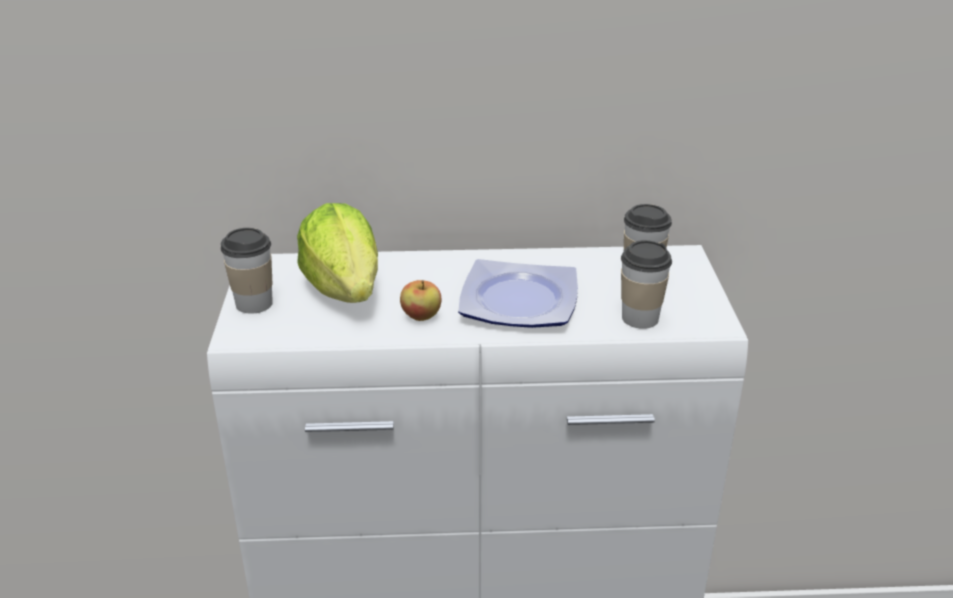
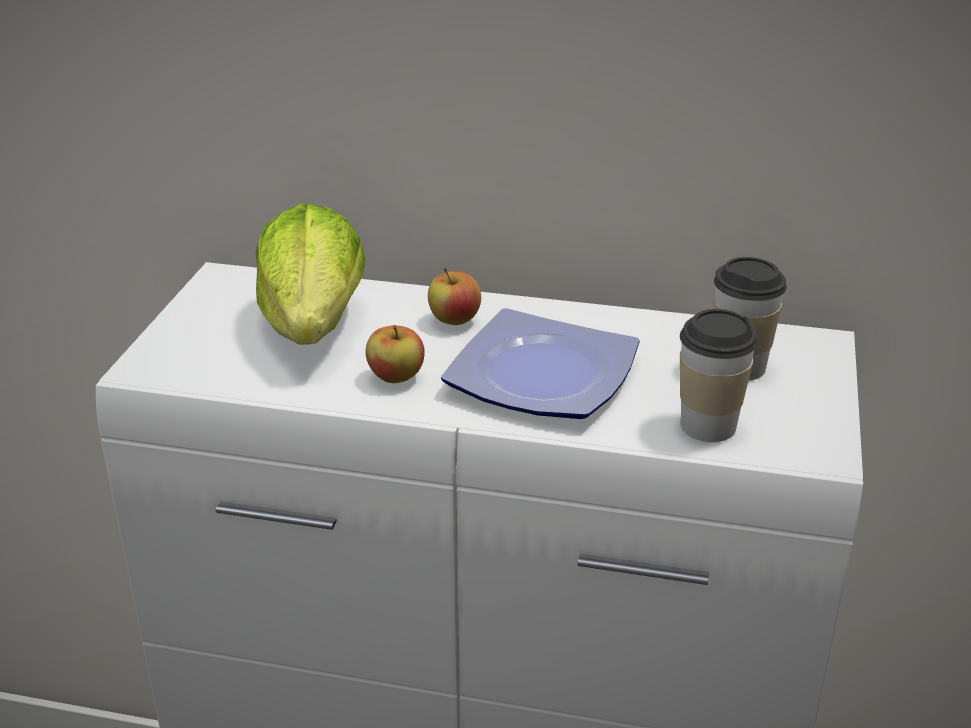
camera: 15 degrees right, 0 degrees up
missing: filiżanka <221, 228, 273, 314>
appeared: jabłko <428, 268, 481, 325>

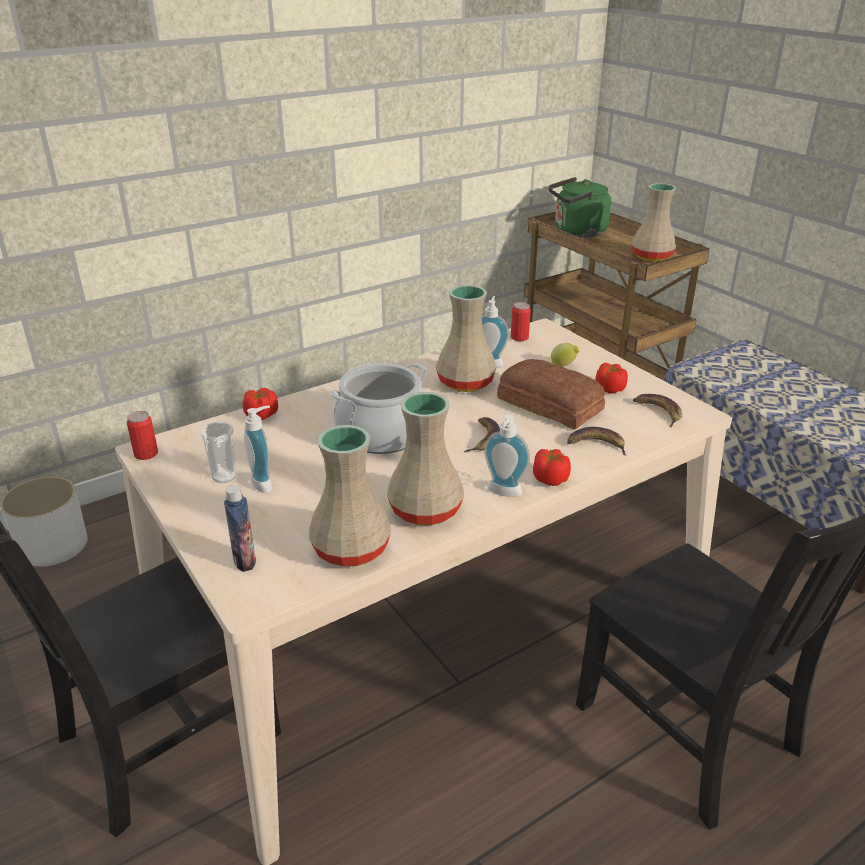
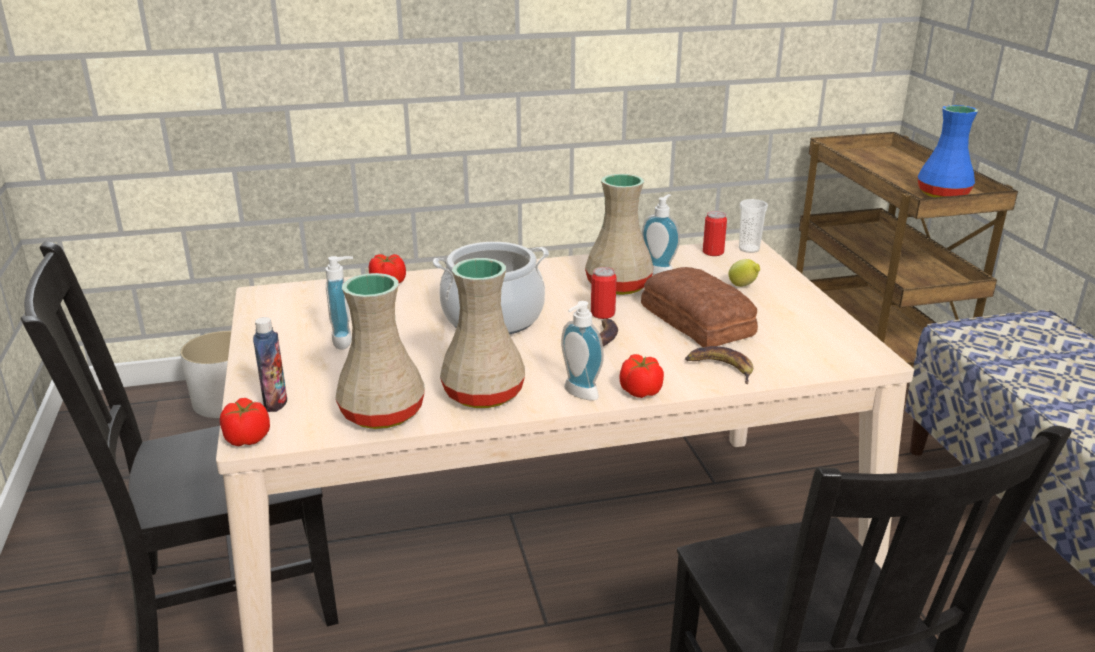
camera: 20 degrees right, 5 degrees down
missing: czajnik (zielony) <548, 177, 611, 238>; banan <633, 394, 682, 428>
relocated: puszka <127, 411, 158, 460> to <591, 267, 617, 319>; filiżanka <200, 422, 236, 483> to <739, 199, 768, 253>; pomidor <595, 363, 628, 394> to <220, 398, 270, 446>
colour: wazon (beżowy) <632, 183, 676, 261> to wazon (niebieski) <918, 105, 978, 198>

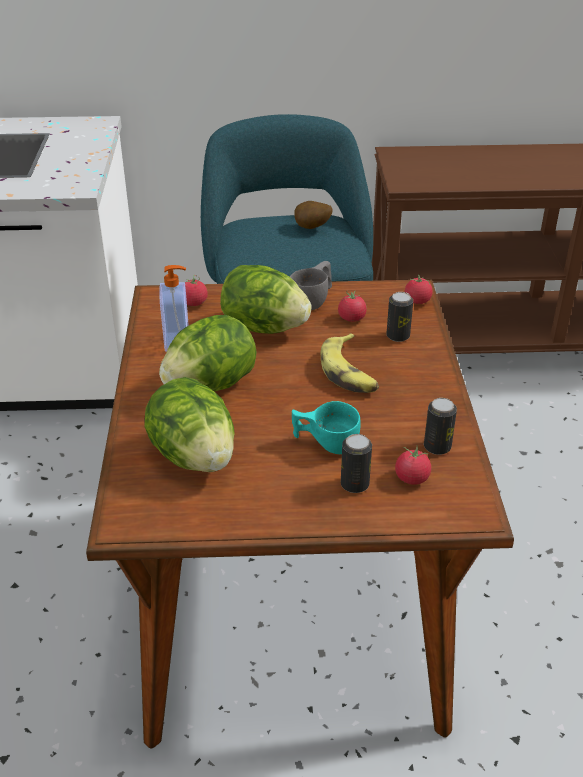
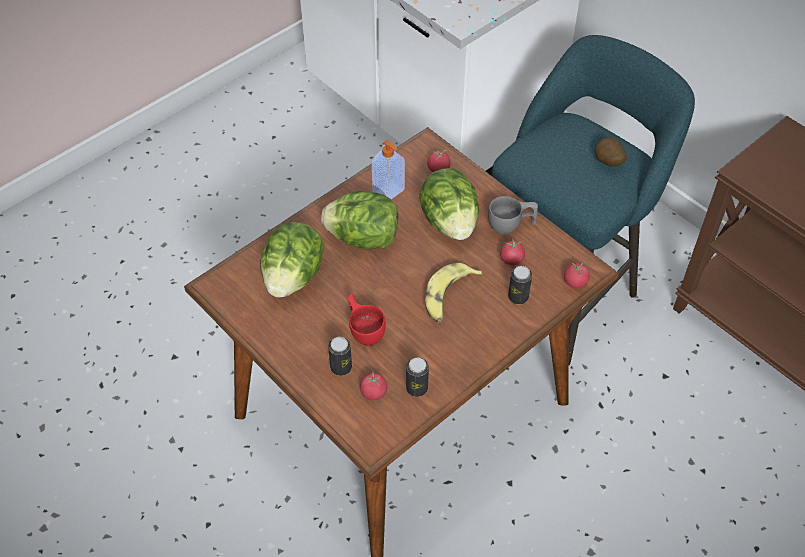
camera: 50 degrees right, 15 degrees up
colour: filiżanka (turkusowy) <292, 401, 361, 454> to filiżanka (czerwony) <348, 294, 386, 346>

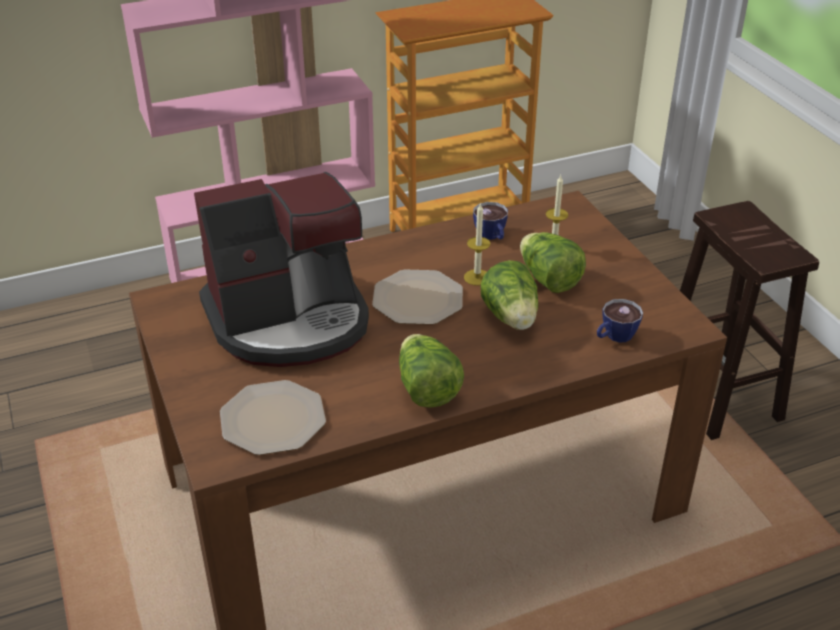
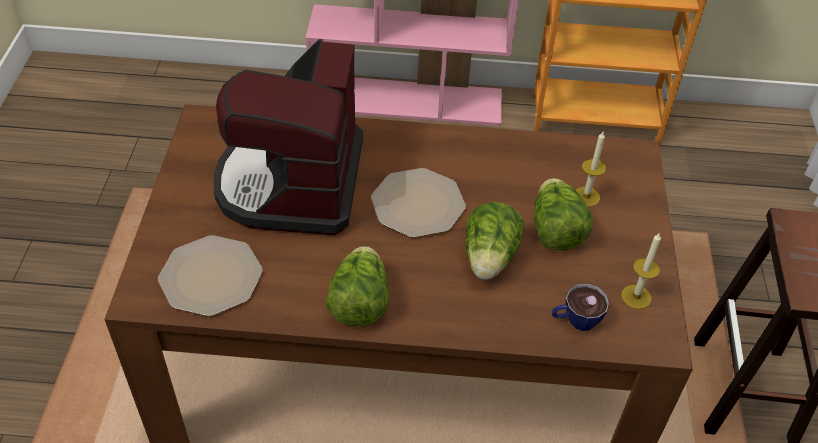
camera: 25 degrees right, 10 degrees up
missing: filiżanka <473, 202, 508, 240>
relocated: świeca <464, 203, 490, 286> to <621, 232, 661, 309>
spun: ekspres do kawy <194, 172, 369, 367> = <214, 39, 363, 235> 90 degrees clockwise

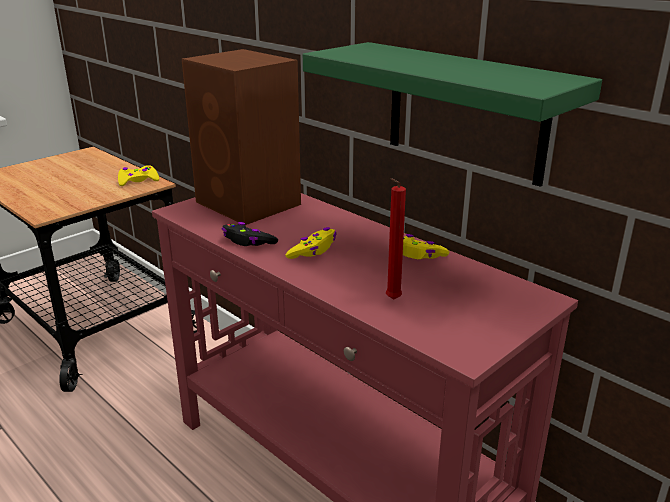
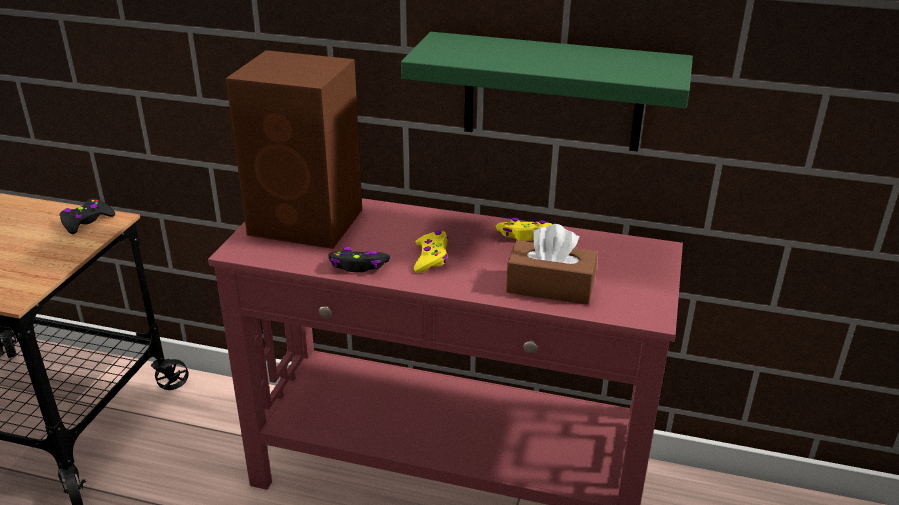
camera: 30 degrees left, 5 degrees up
exchanged: świeca (czerwony) <386, 178, 406, 299> to pudełko chusteczek (brązowy) <506, 224, 597, 305>
colour: pad do gier (żółty) <118, 165, 159, 186> to pad do gier (czarny) <59, 198, 115, 234>

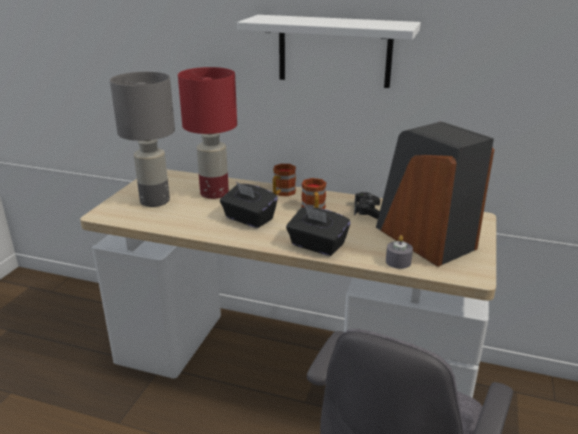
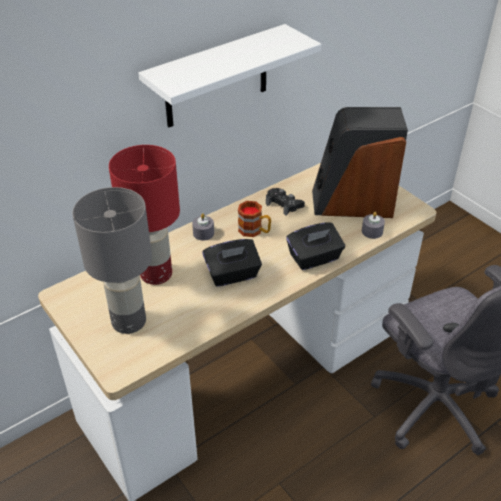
camera: 55 degrees left, 15 degrees up
exchanged: kubek <273, 164, 296, 196> to świeca (szary) <192, 213, 214, 241>

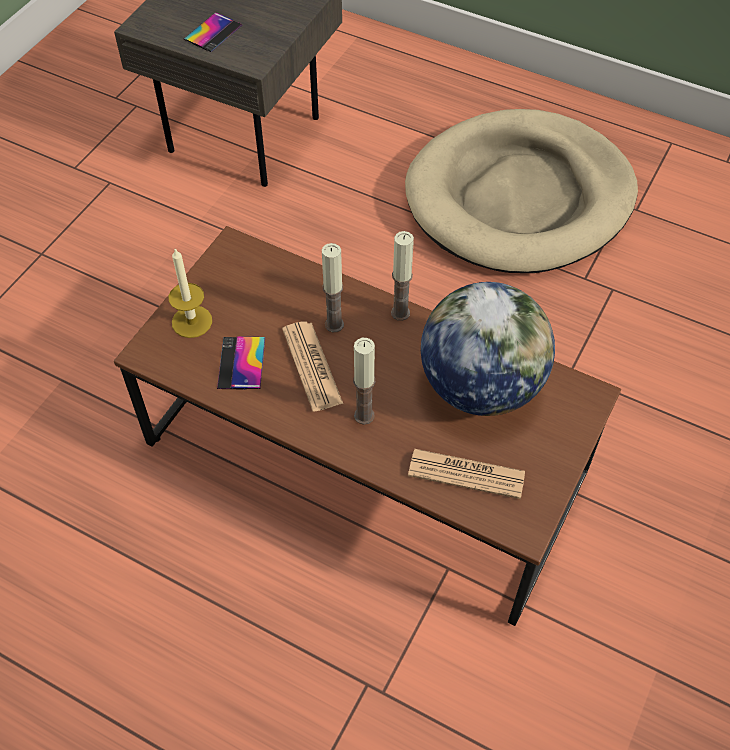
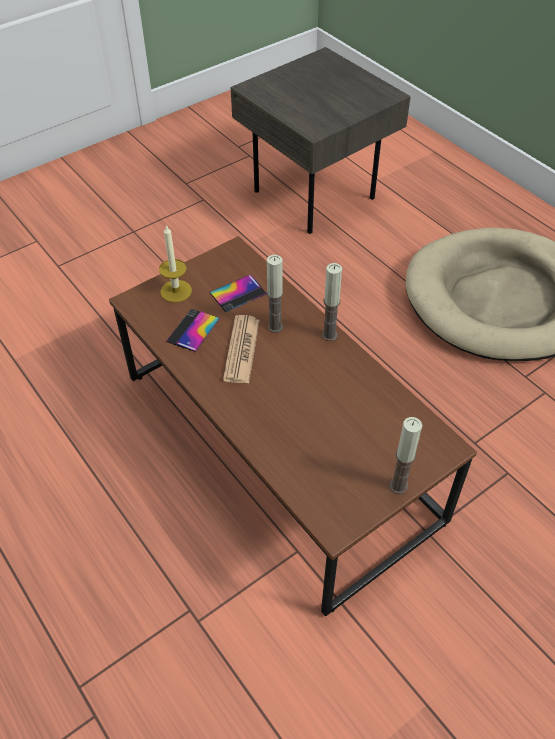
camera: 25 degrees right, 5 degrees down
missing: gazeta <408, 449, 525, 499>; globus <421, 282, 555, 416>
relocated: telefon <184, 12, 242, 52> to <210, 274, 267, 312>; świeca <353, 338, 375, 425> to <390, 417, 422, 494>

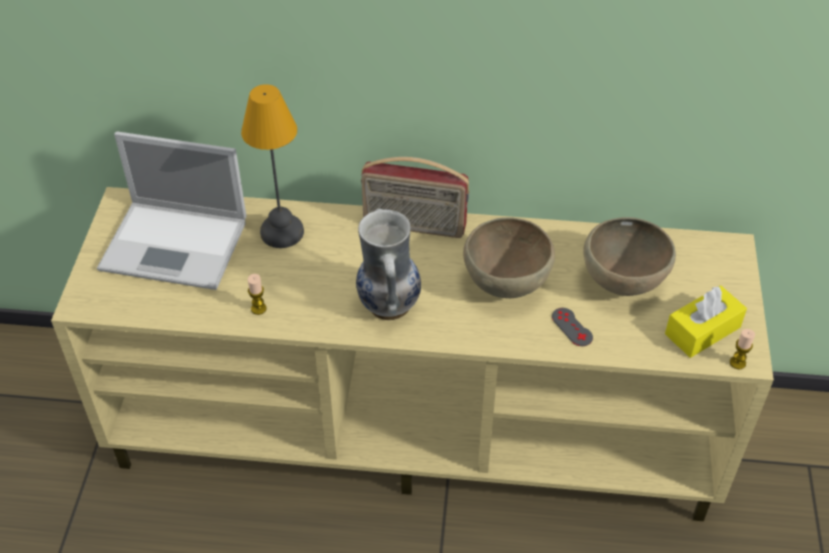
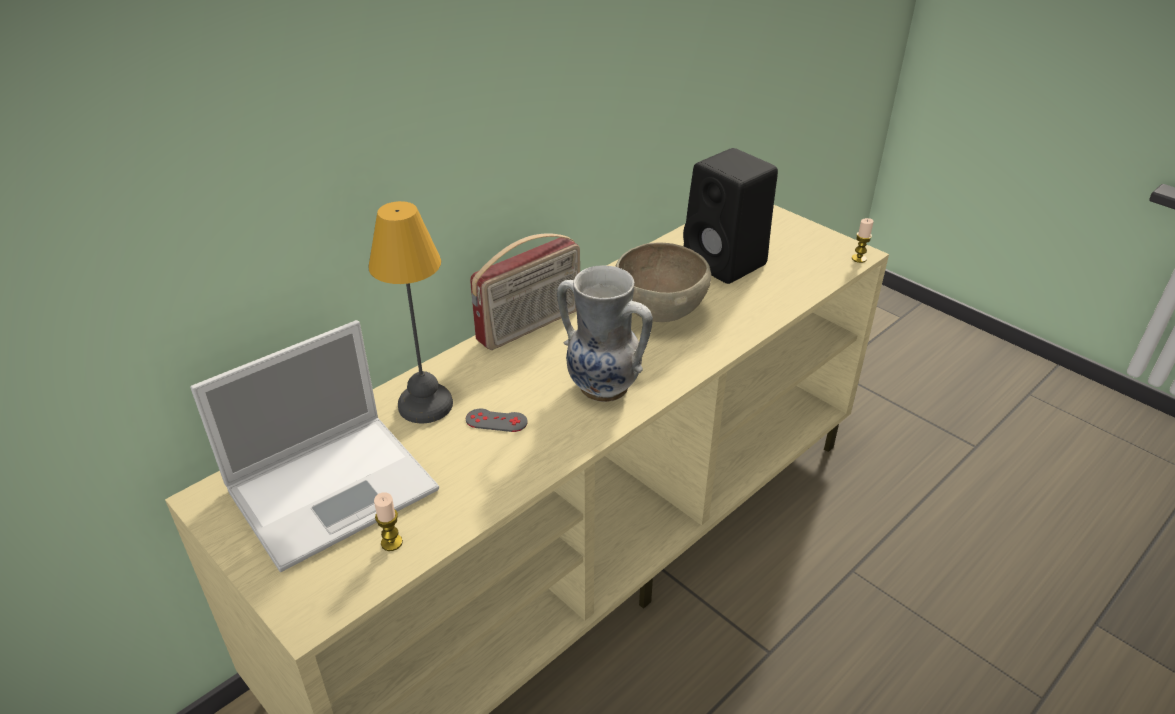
camera: 50 degrees left, 10 degrees down
missing: pudełko chusteczek (żółty) <665, 285, 747, 358>
relocated: świeca <248, 274, 267, 315> to <374, 492, 403, 551>; pad do gier (szary) <552, 308, 593, 346> to <466, 409, 528, 432>
exchanged: miska (brązowy) <583, 217, 676, 296> to głośnik (czarny) <683, 148, 778, 284>

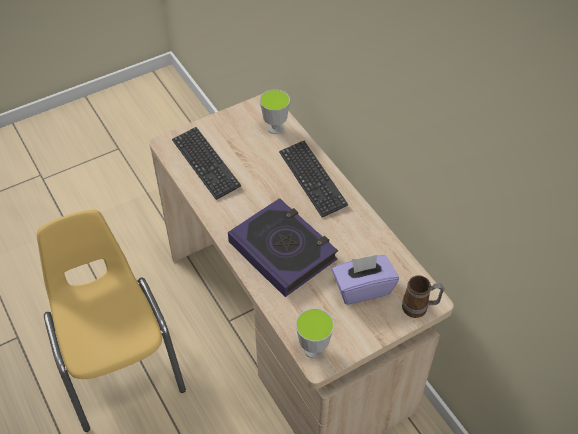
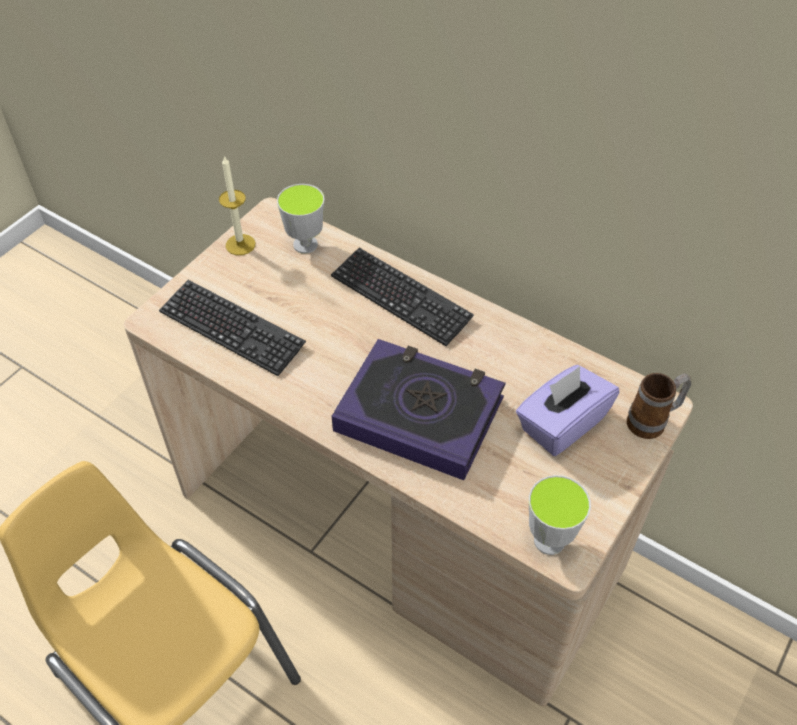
camera: 25 degrees left, 0 degrees up
appeared: świeca <219, 155, 255, 255>

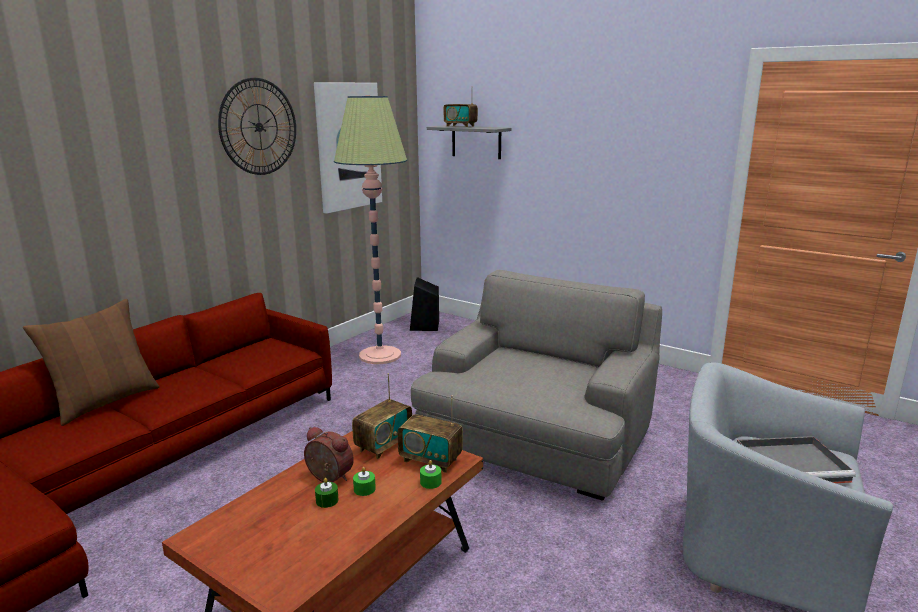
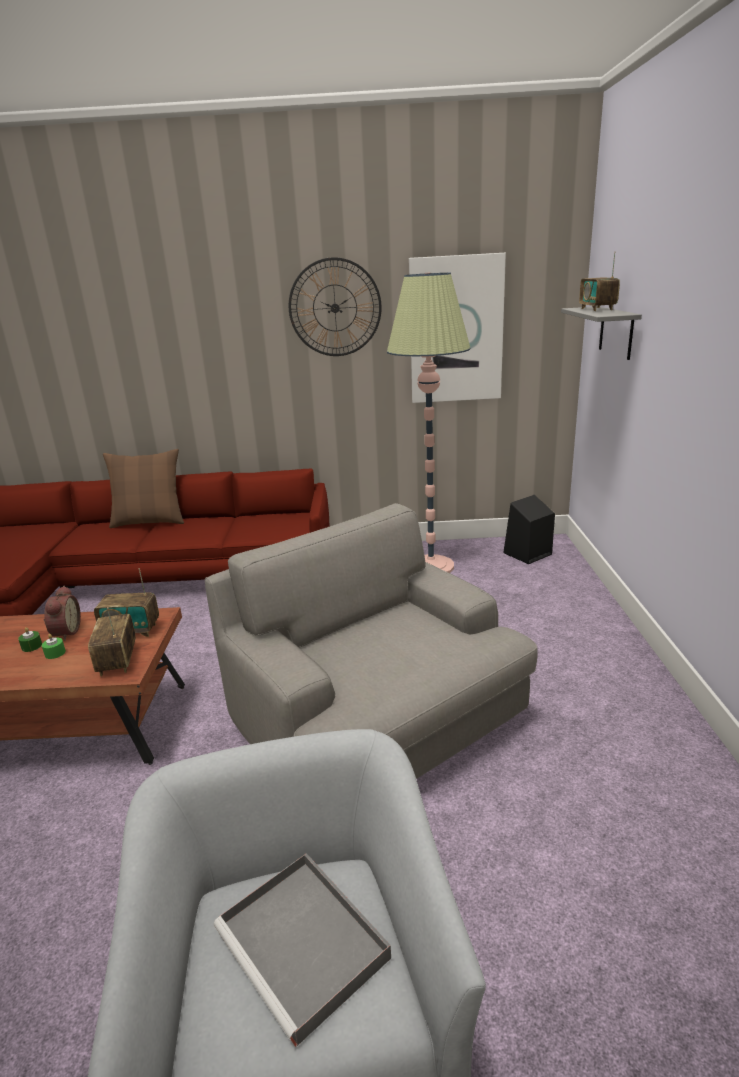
camera: 55 degrees right, 5 degrees up
missing: świeca (zielony) <420, 460, 442, 489>
spun: fotel (szary) <411, 270, 662, 501> = <205, 503, 538, 779> 120 degrees counterclockwise

